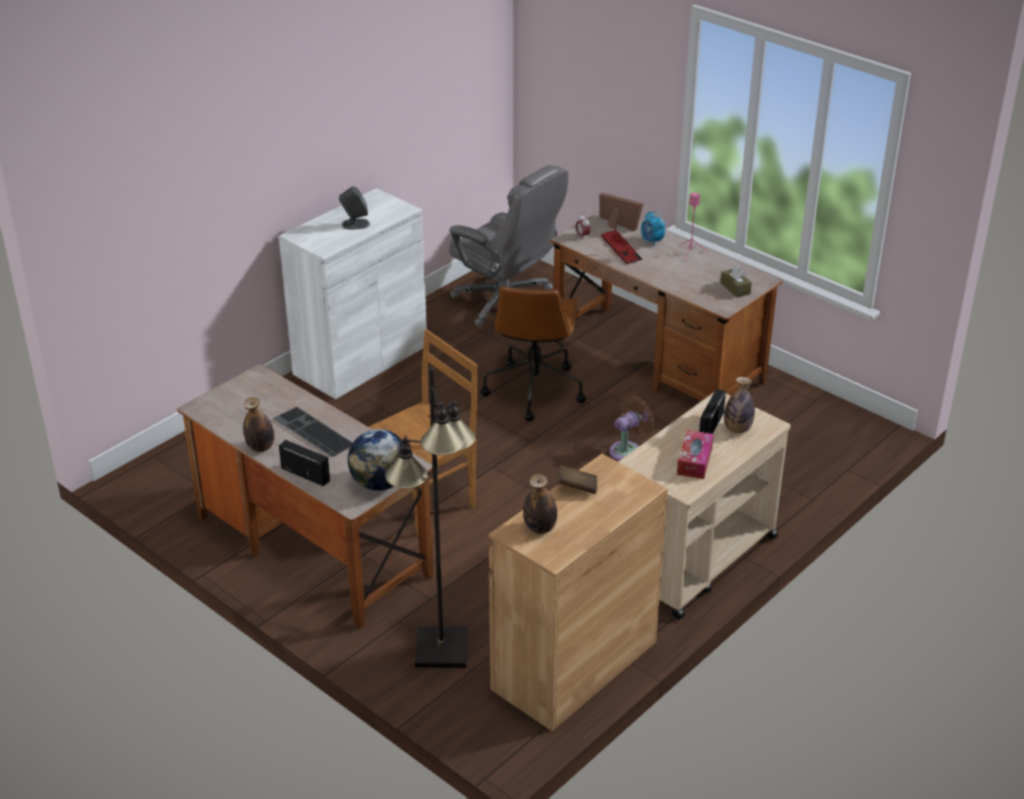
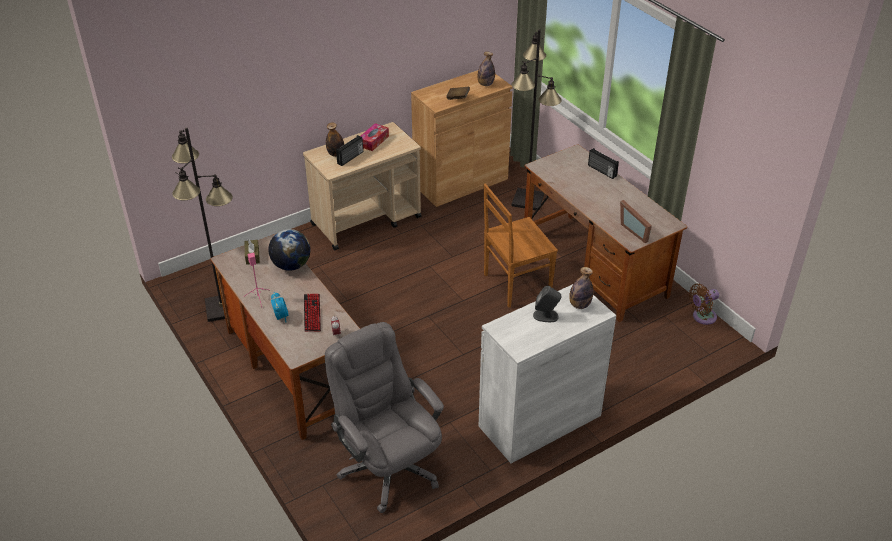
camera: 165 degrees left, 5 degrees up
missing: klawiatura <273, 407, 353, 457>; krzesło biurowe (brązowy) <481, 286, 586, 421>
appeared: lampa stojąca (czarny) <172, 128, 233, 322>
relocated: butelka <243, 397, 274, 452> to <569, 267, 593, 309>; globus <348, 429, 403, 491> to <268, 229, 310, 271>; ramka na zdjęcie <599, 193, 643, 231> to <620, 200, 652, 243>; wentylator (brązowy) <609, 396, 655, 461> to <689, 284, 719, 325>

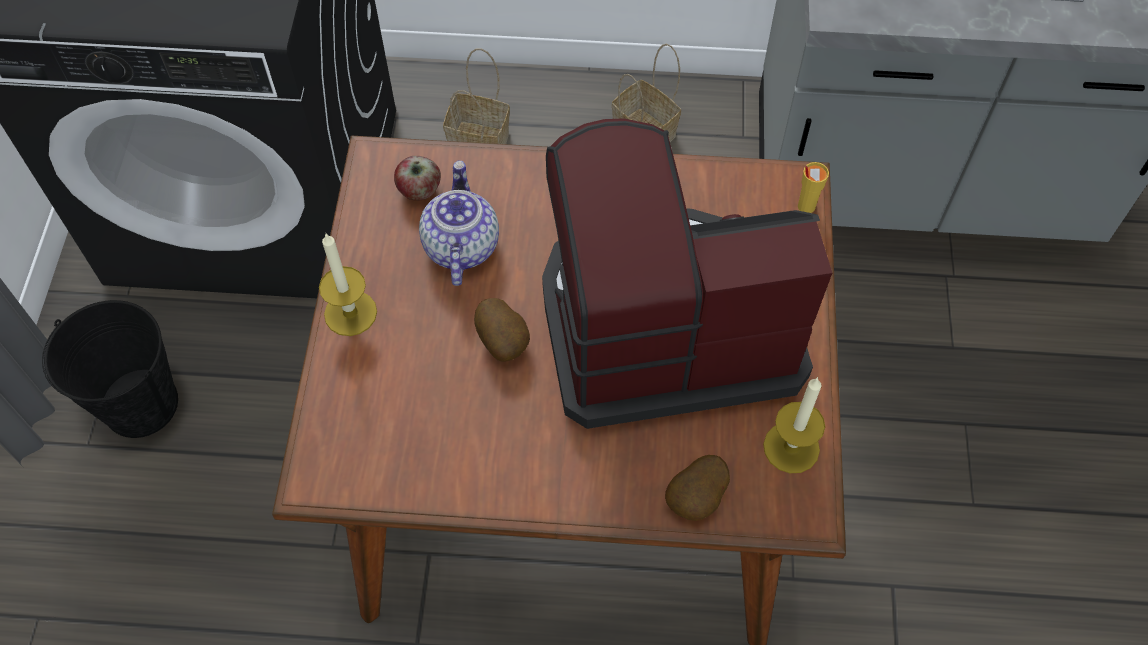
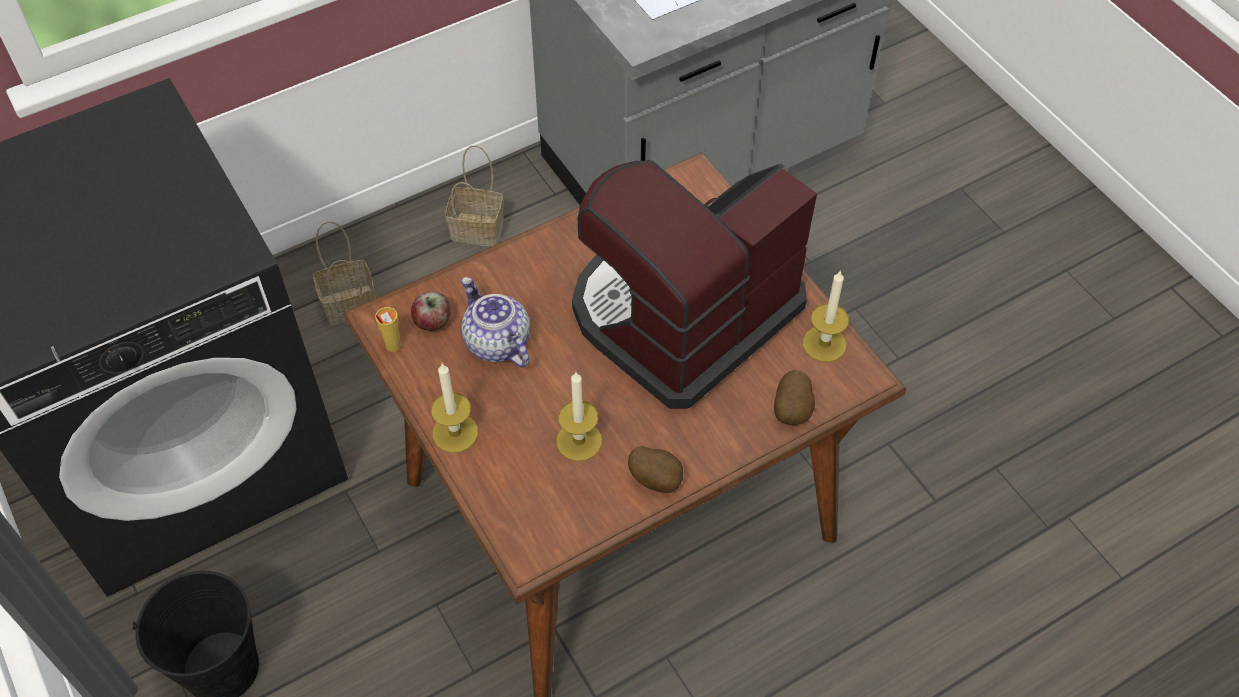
camera: 35 degrees left, 5 degrees down
appeared: świeca <556, 372, 602, 461>
relocated: ziemniak <474, 298, 530, 362> to <628, 446, 683, 493>; filiżanka (żółty) <798, 162, 829, 213> to <375, 307, 401, 352>

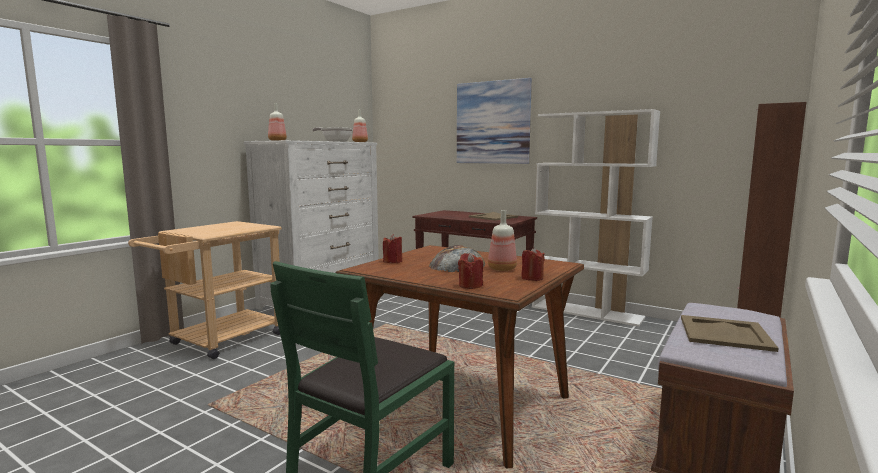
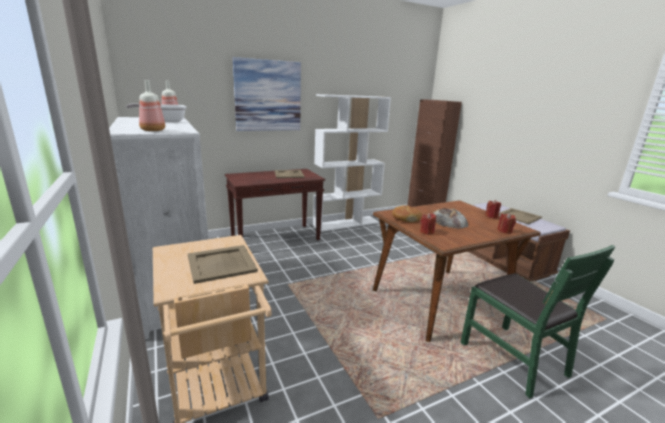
camera: 60 degrees left, 10 degrees up
missing: butelka <488, 210, 517, 271>
appeared: taca (beżowy) <188, 245, 258, 284>; chleb <392, 205, 422, 222>

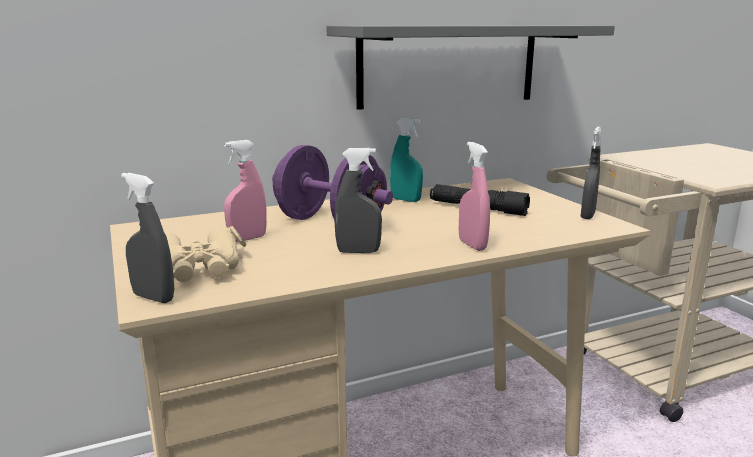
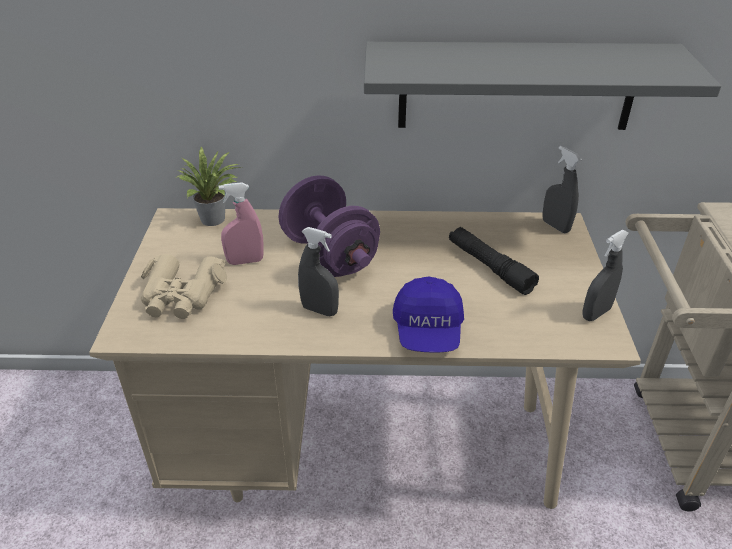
camera: 25 degrees right, 20 degrees up
missing: spryskiwacz (turkusowy) <390, 118, 423, 202>
appeared: roślina doniczkowa <176, 146, 241, 226>
relocated: spryskiwacz (szary) <121, 173, 174, 303> to <542, 146, 582, 233>
exchanged: spryskiwacz (różowy) <459, 142, 490, 251> to czapka z daszkiem (niebieski) <393, 276, 464, 352>

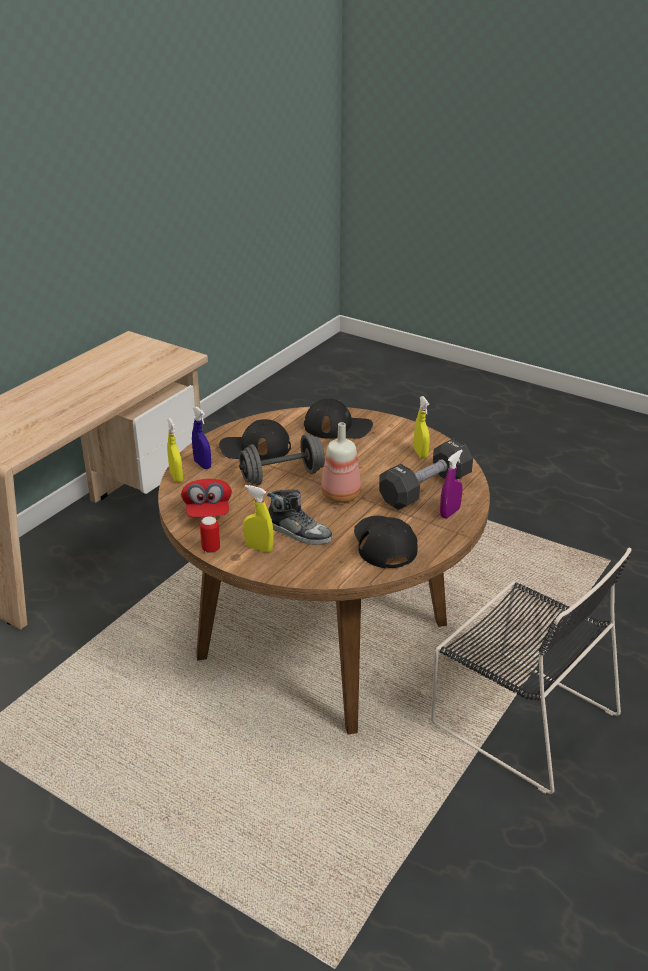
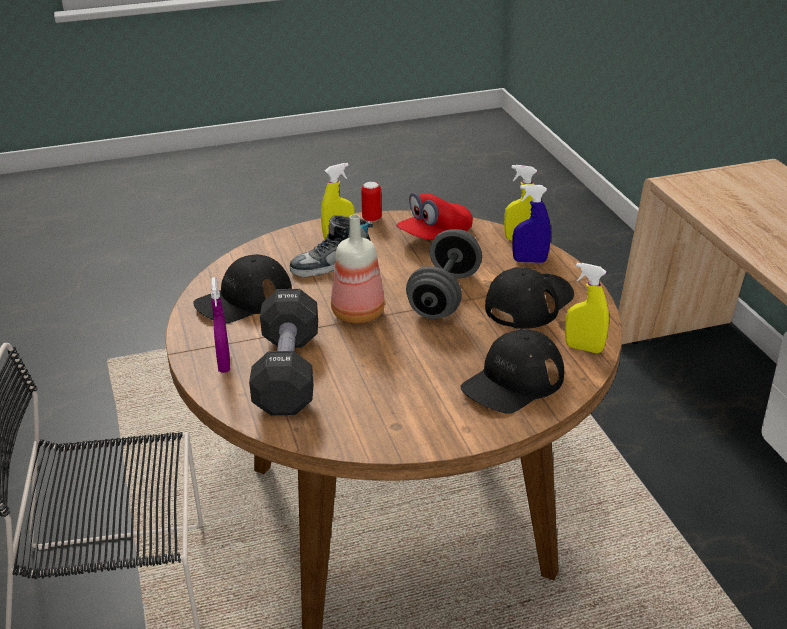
camera: 130 degrees right, 0 degrees up
relocated: spryskiwacz (żółty) <414, 396, 430, 459> to <565, 263, 609, 353>
spun: czapka z daszkiem (czerwony) <181, 479, 232, 517> = <396, 192, 473, 240> 75 degrees counterclockwise; czapka z daszkiem (czarny) <354, 516, 418, 568> = <193, 254, 292, 323> 120 degrees clockwise

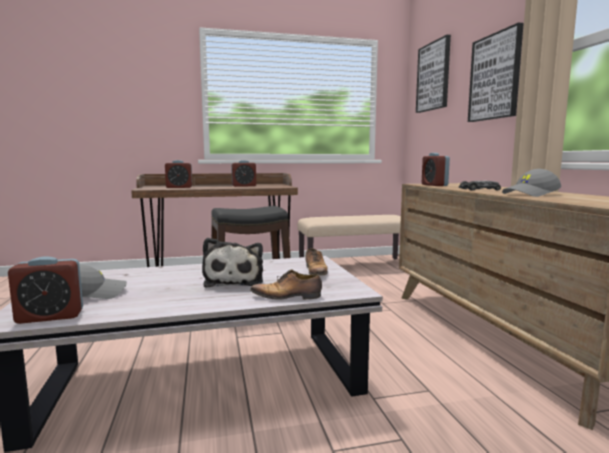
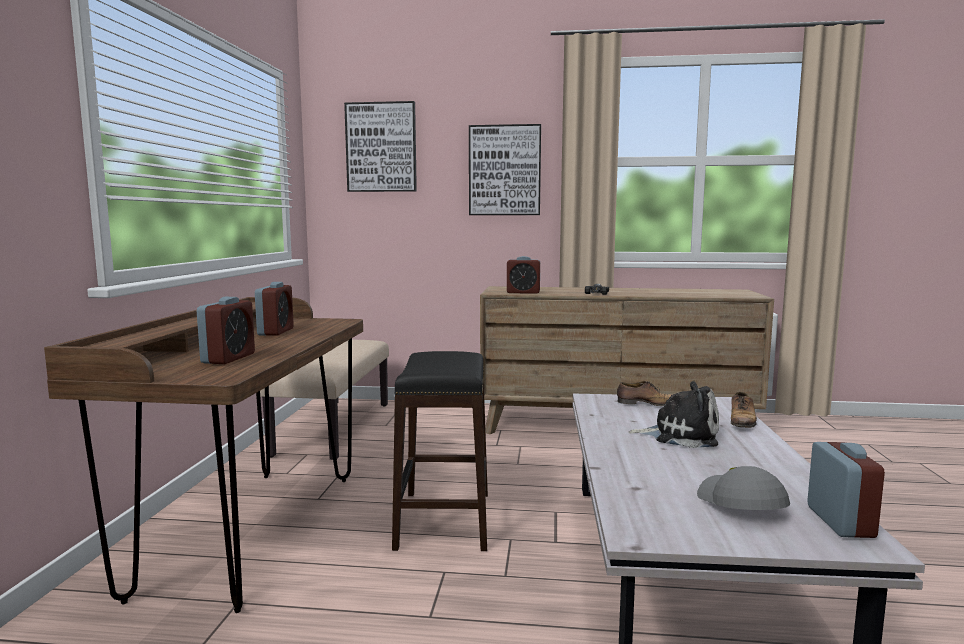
camera: 70 degrees left, 0 degrees up
missing: czapka z daszkiem (szary) <502, 169, 561, 197>

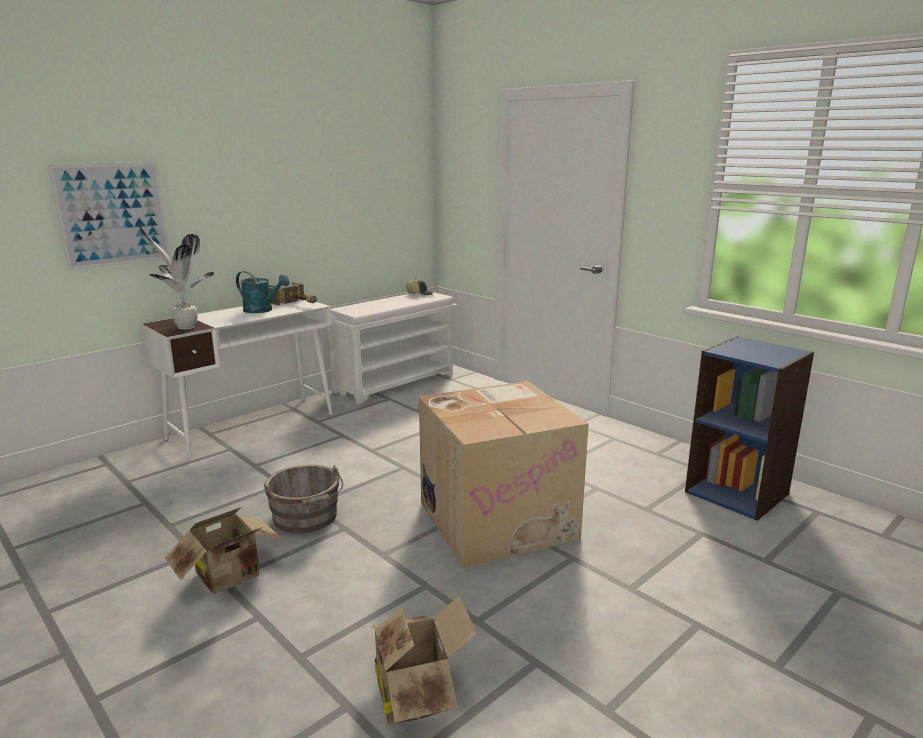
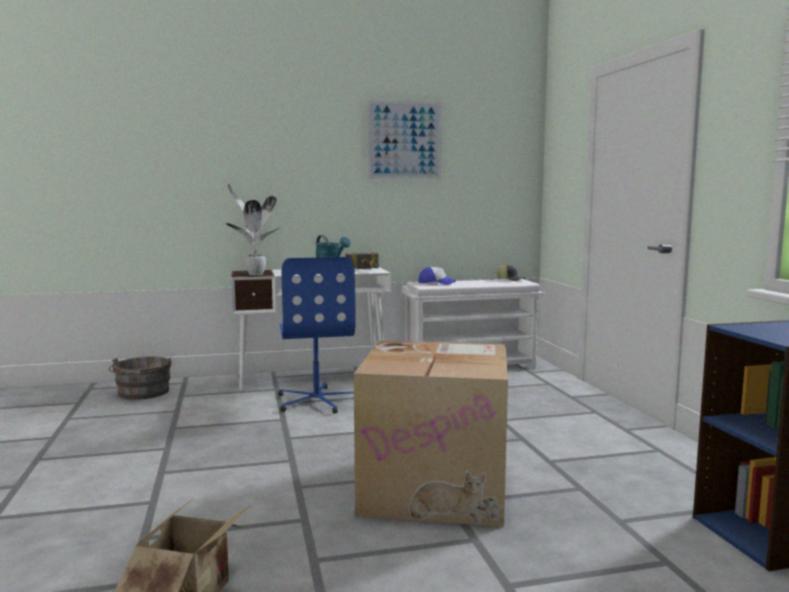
camera: 30 degrees right, 10 degrees down
missing: karton <164, 507, 282, 594>
appeared: krzesło biurowe (niebieski) <278, 257, 356, 414>; czapka z daszkiem <419, 267, 456, 285>
relocated: obraz <48, 162, 171, 271> to <367, 100, 442, 179>; wiadro (szary) <264, 465, 343, 533> to <109, 357, 172, 400>

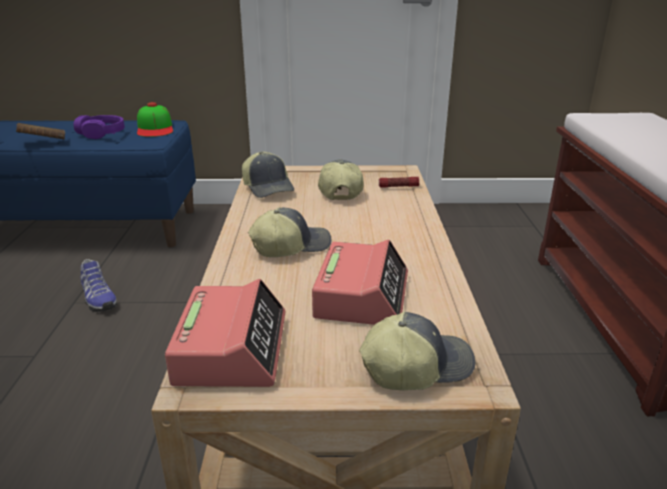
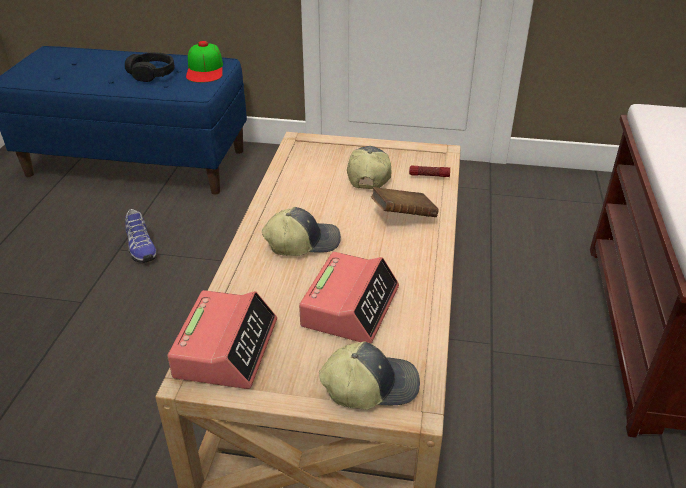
camera: 10 degrees right, 10 degrees up
missing: czapka z daszkiem <242, 151, 294, 198>
relocated: książka (brązowy) <16, 123, 65, 140> to <371, 187, 438, 217>
colour: słuchawki (fioletowy) <73, 115, 125, 139> to słuchawki (czarny) <125, 52, 175, 82>

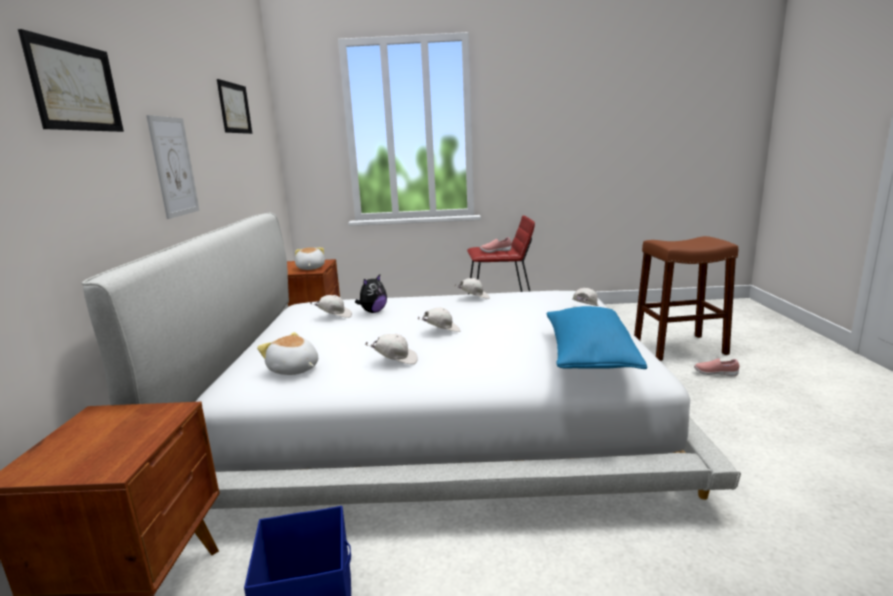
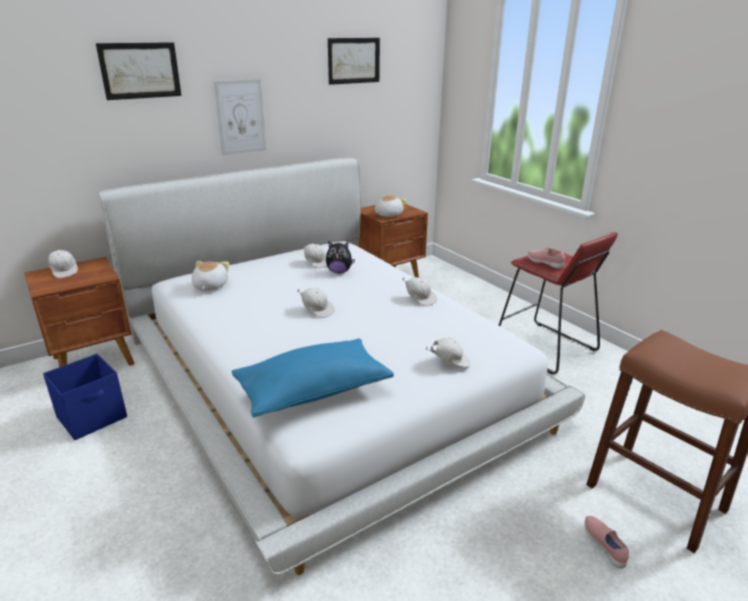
camera: 55 degrees right, 10 degrees up
relocated: czapka z daszkiem (biały) <365, 334, 418, 364> to <48, 250, 78, 278>

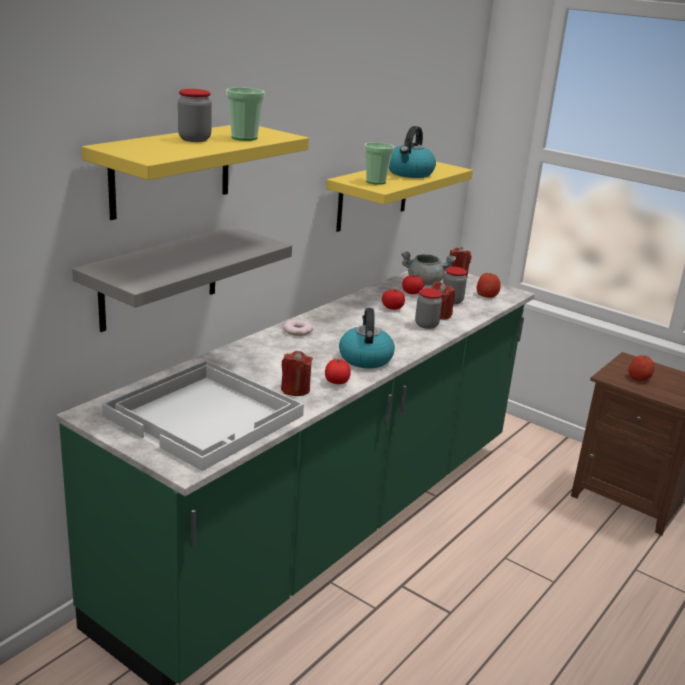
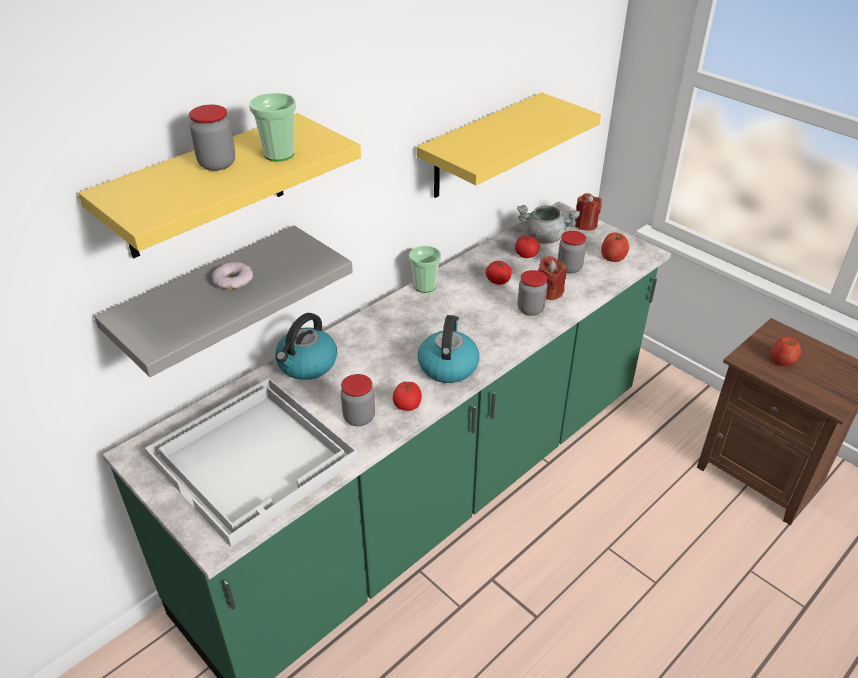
camera: 10 degrees right, 15 degrees up
relocated: donut <283, 320, 313, 336> to <212, 262, 253, 289>; filiżanka <364, 142, 394, 185> to <409, 246, 441, 293>; czajnik <389, 126, 436, 178> to <275, 313, 337, 380>
exchanged: świeca (czerwony) <281, 351, 313, 396> to słoik <341, 374, 375, 426>

